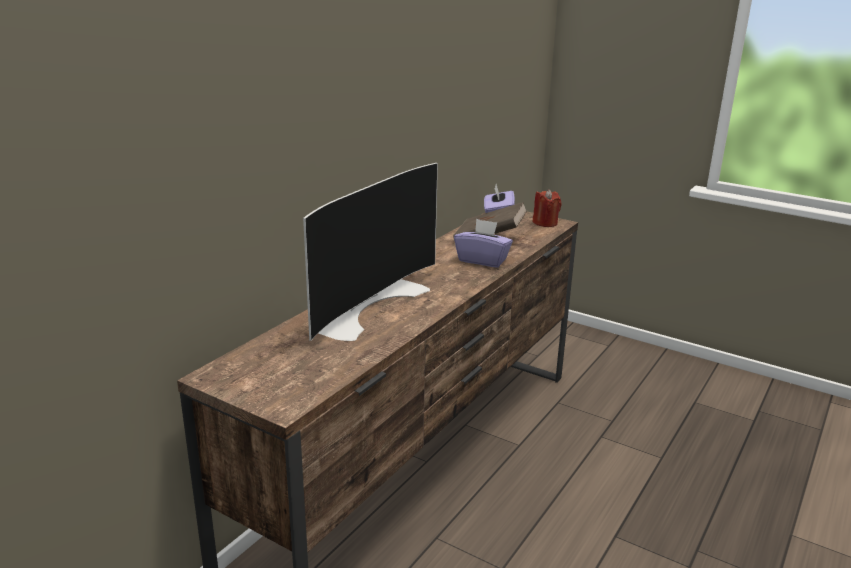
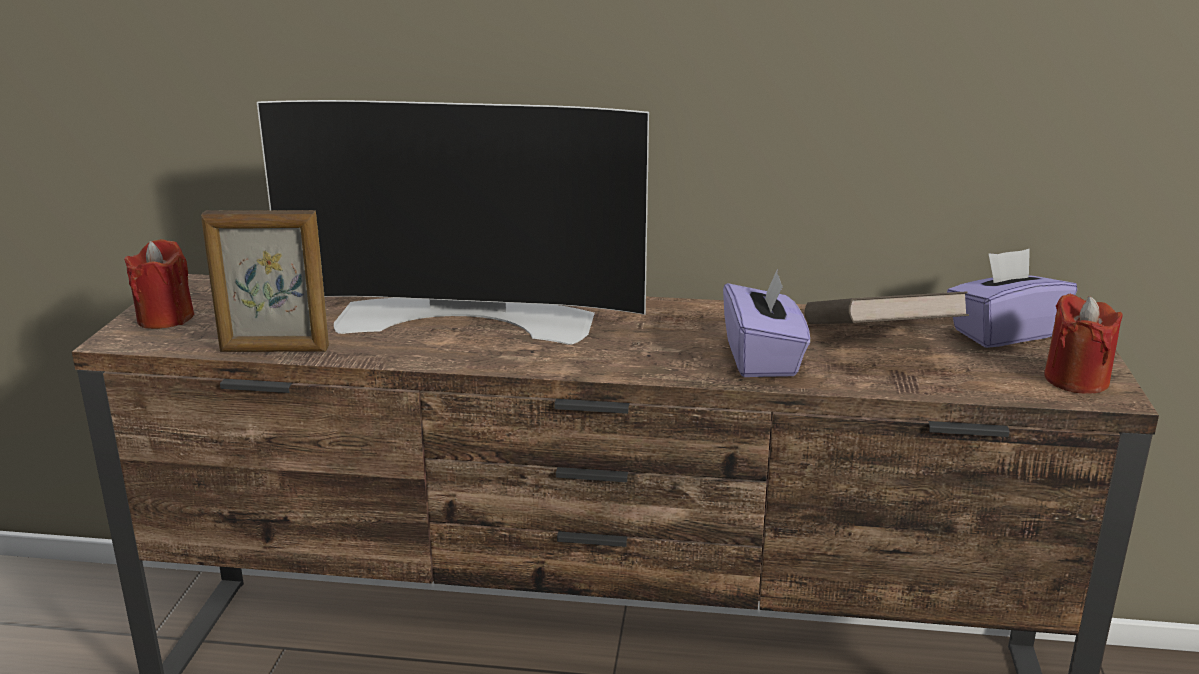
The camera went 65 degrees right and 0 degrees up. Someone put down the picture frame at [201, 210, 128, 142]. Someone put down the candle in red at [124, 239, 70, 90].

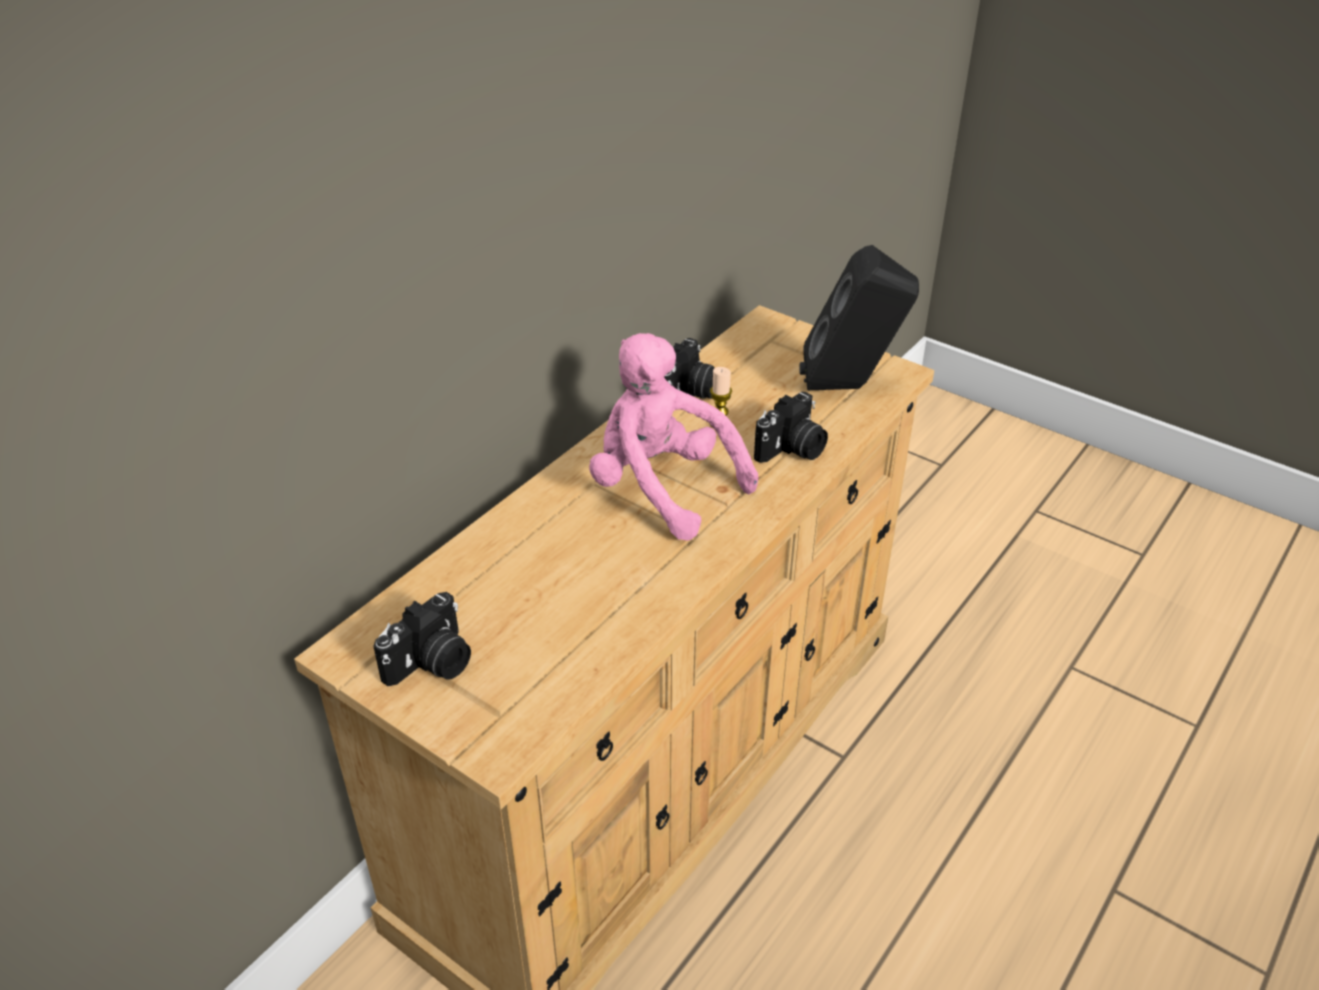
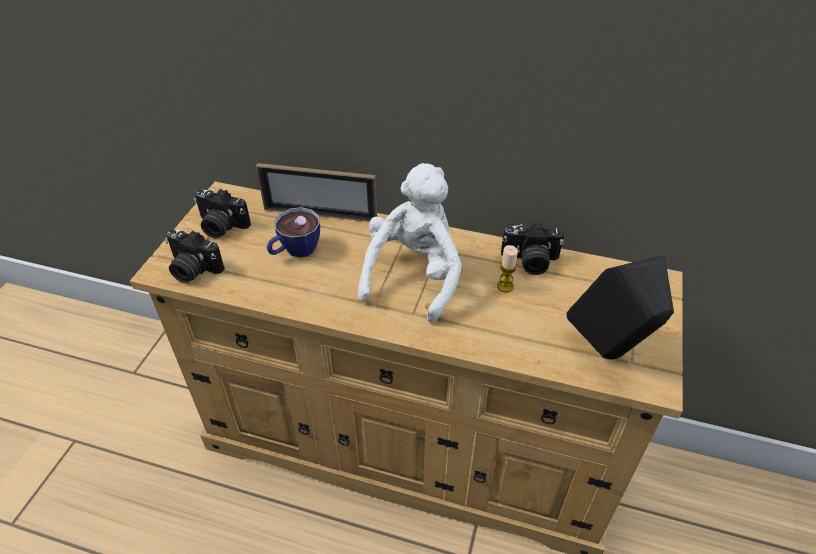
The camera went 70 degrees right and 5 degrees up. Someone repainted the plush toy in pink at [589, 333, 169, 208], which became the plush toy in white at [357, 163, 105, 160]. Someone carried the photo camera from [754, 392, 74, 71] to [165, 229, 60, 54]. Someone put down the picture frame at [256, 163, 121, 59]. Someone put down the cup at [267, 207, 53, 51].

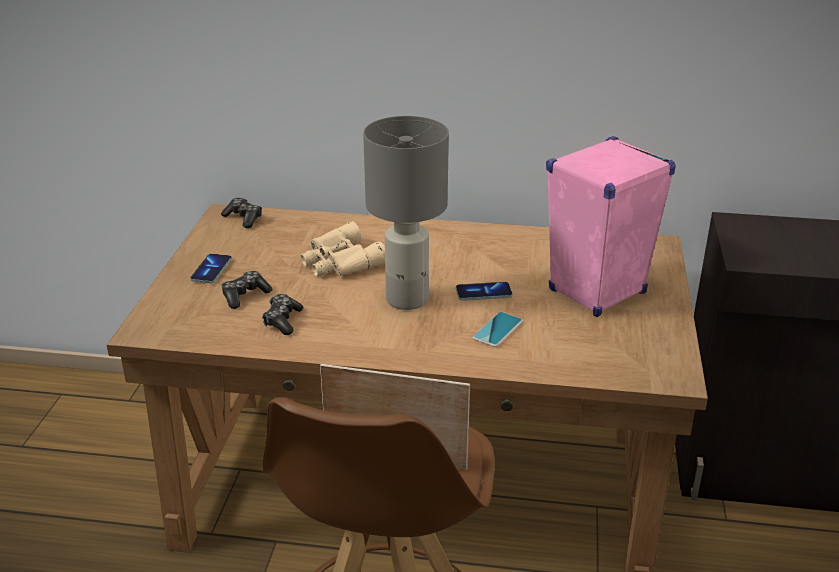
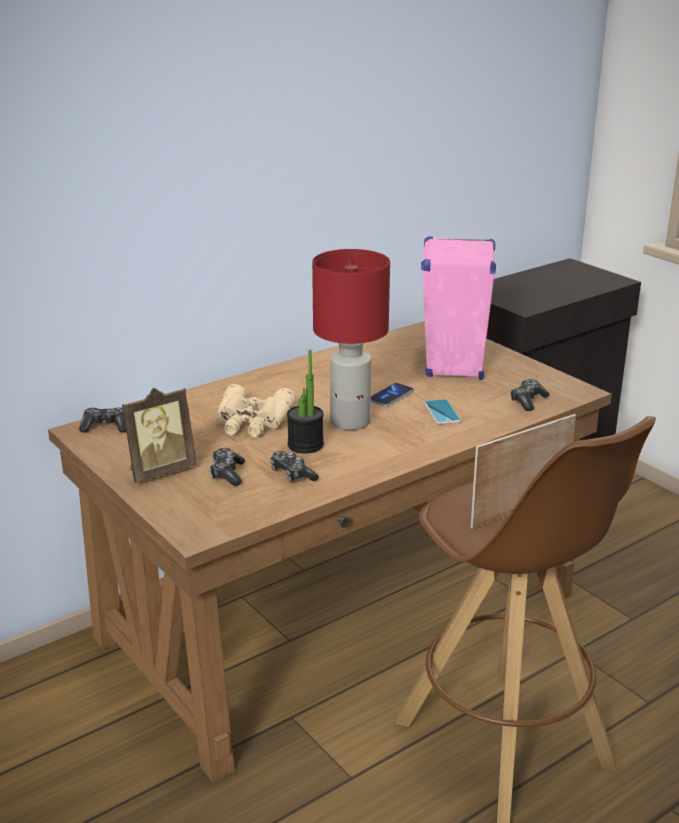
The camera went 45 degrees left and 5 degrees down. Someone repainted the table lamp in grey at [363, 116, 86, 194], which became the table lamp in red at [312, 249, 78, 181]. Someone swapped the phone at [190, 254, 42, 29] for the picture frame at [122, 388, 74, 95]. Someone put down the potted plant at [287, 350, 37, 104]. Someone put down the game controller at [510, 379, 40, 32].

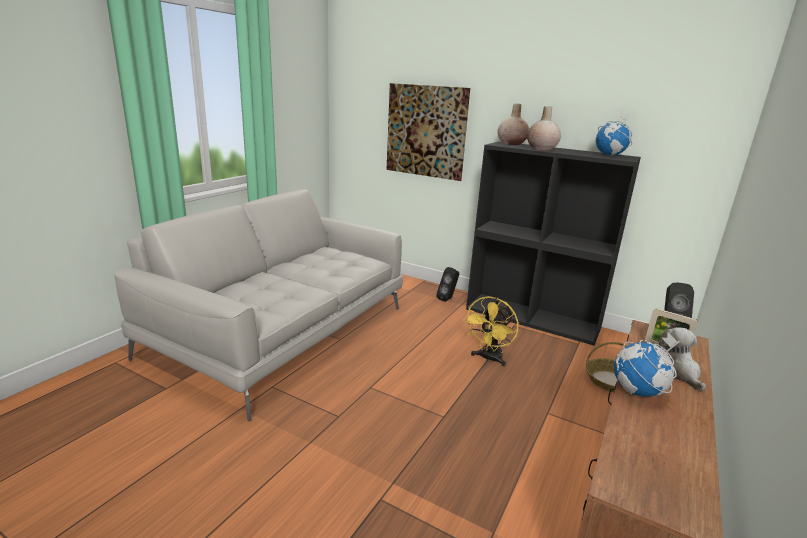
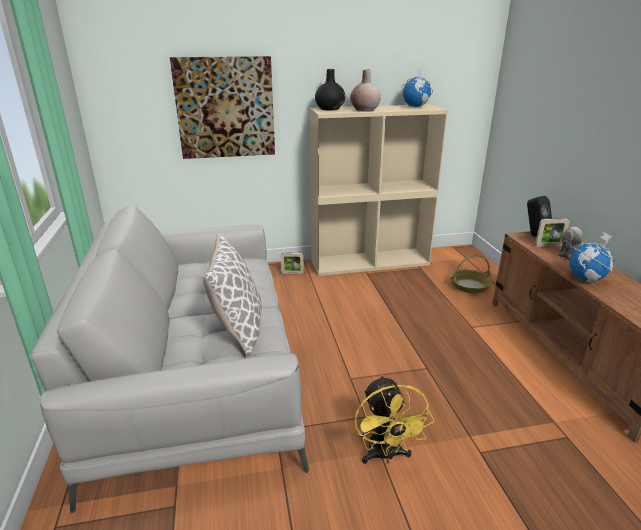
The camera went 40 degrees left and 5 degrees up. Someone repainted the vase in beige at [498, 104, 31, 41], which became the vase in black at [315, 69, 30, 42]. Someone repainted the bookcase in black at [466, 141, 175, 204], which became the bookcase in beige at [310, 104, 138, 172]. Someone swapped the speaker in black at [436, 267, 23, 35] for the picture frame at [281, 253, 23, 21]. Someone carried the fan in yellow from [463, 296, 56, 71] to [354, 375, 80, 89]. Someone put down the pillow at [203, 234, 59, 122].

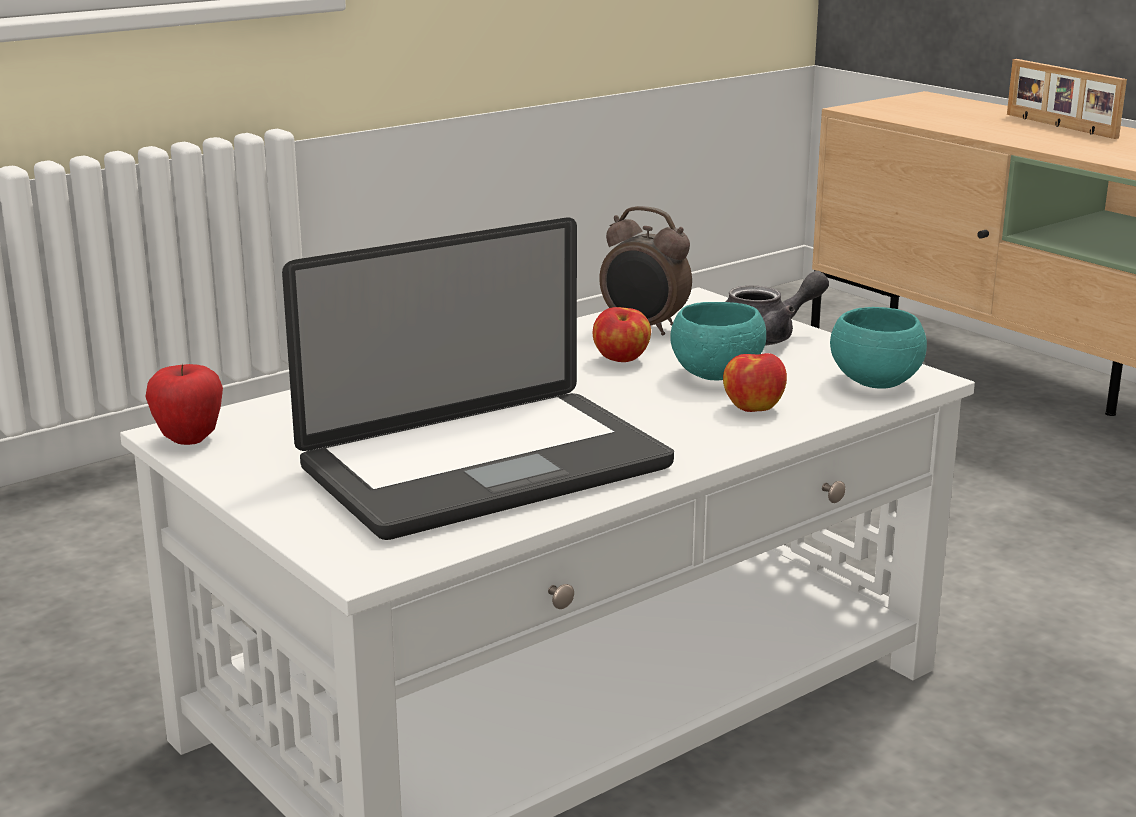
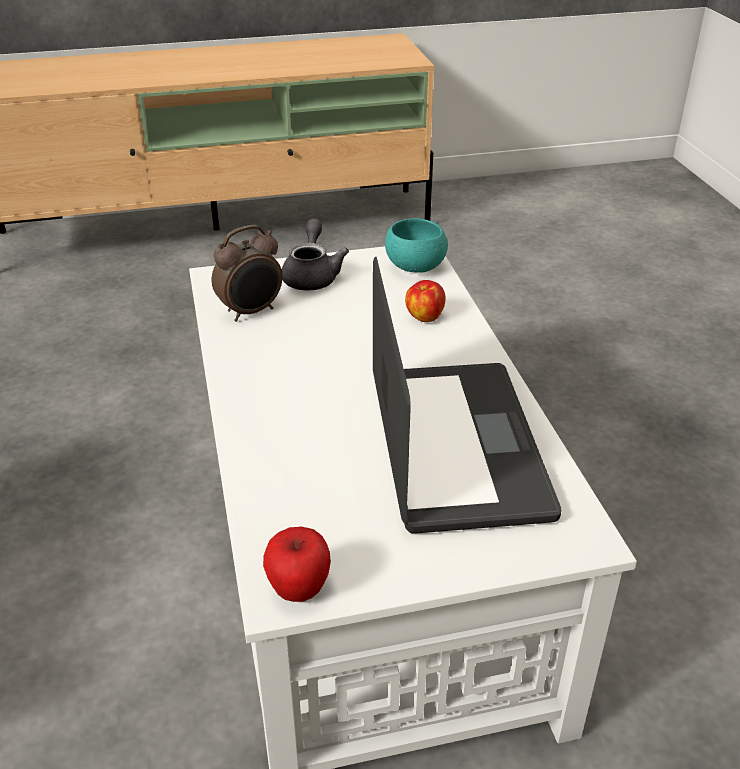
The camera went 65 degrees left and 15 degrees up. Someone took away the picture frame at [1007, 59, 120, 80]. Someone took away the bowl in turquoise at [670, 302, 96, 78]. Someone took away the apple at [593, 307, 58, 55].

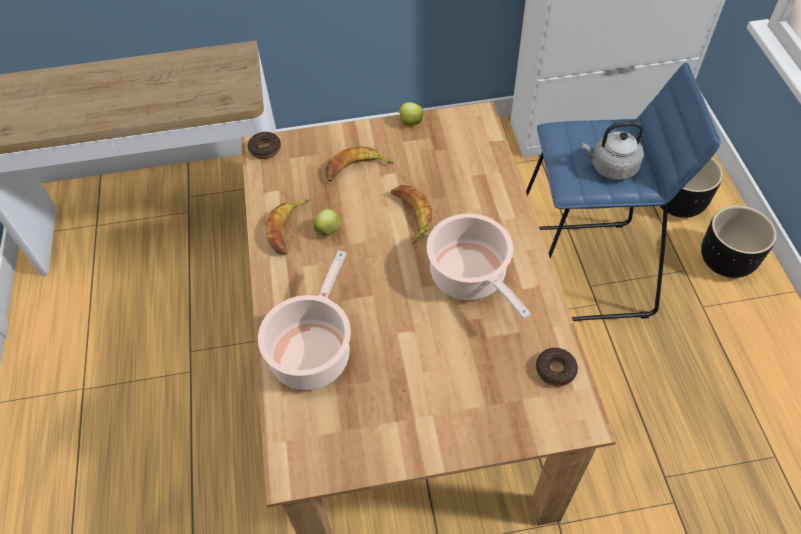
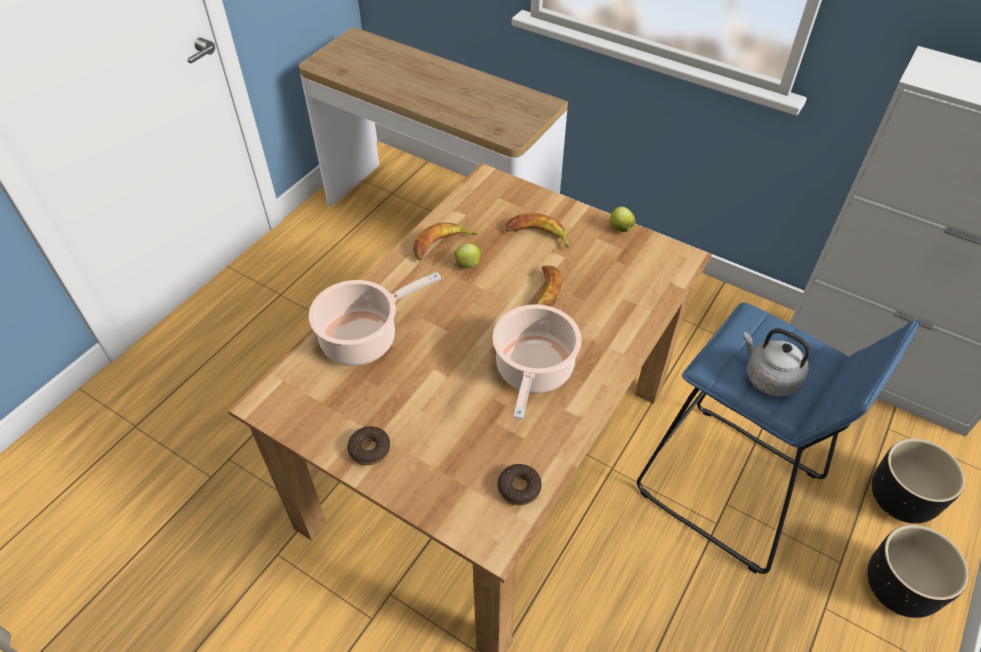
The camera went 40 degrees right and 5 degrees down. Someone carried the donut from [248, 132, 33, 27] to [347, 426, 43, 39].

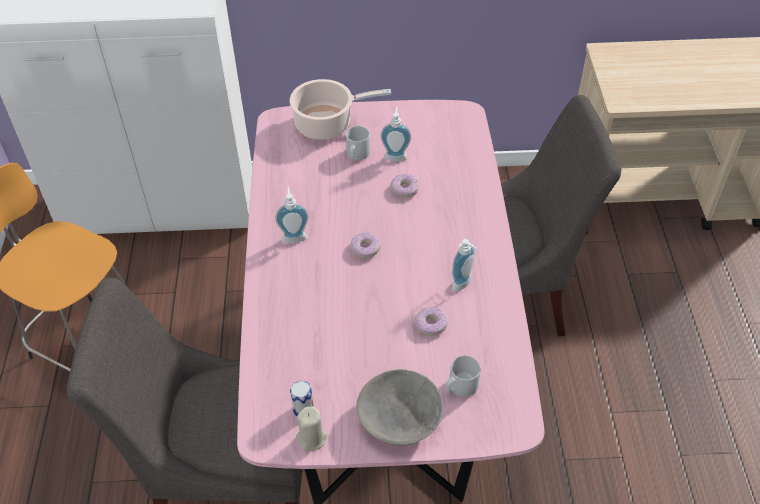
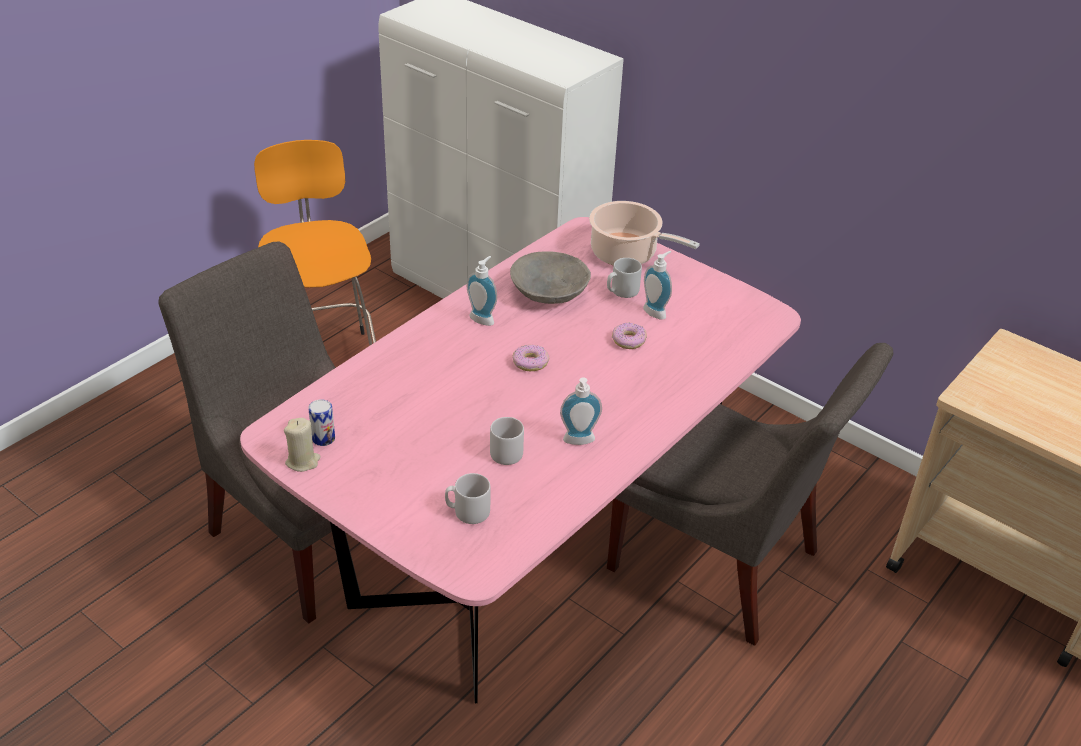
The camera went 40 degrees right and 10 degrees down. Someone swapped the donut at [415, 307, 33, 29] for the mug in grey at [490, 417, 34, 48]. Someone carried the bowl in grey from [356, 369, 87, 77] to [510, 251, 81, 53].

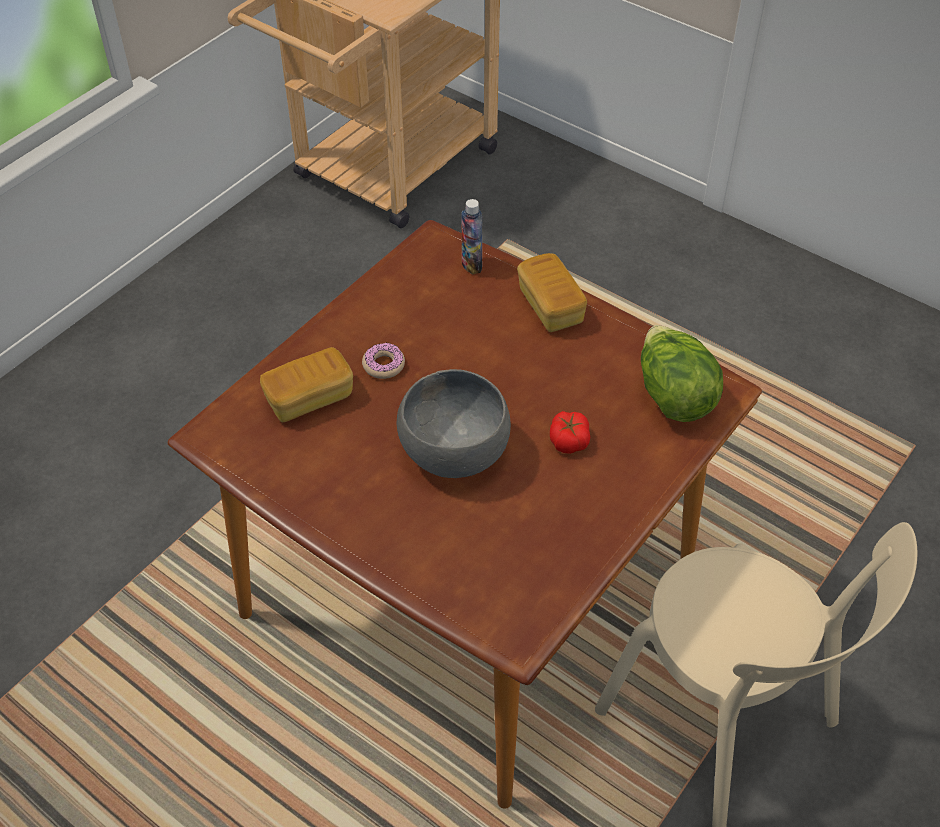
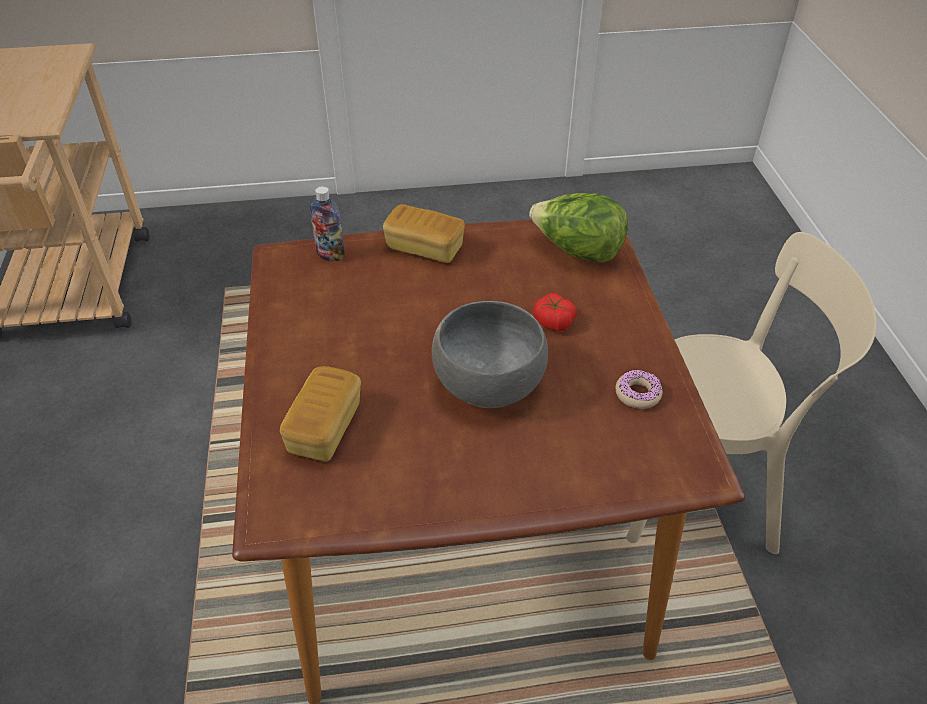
The camera went 45 degrees left and 5 degrees down. Someone carried the donut from [362, 343, 43, 36] to [615, 370, 48, 39].

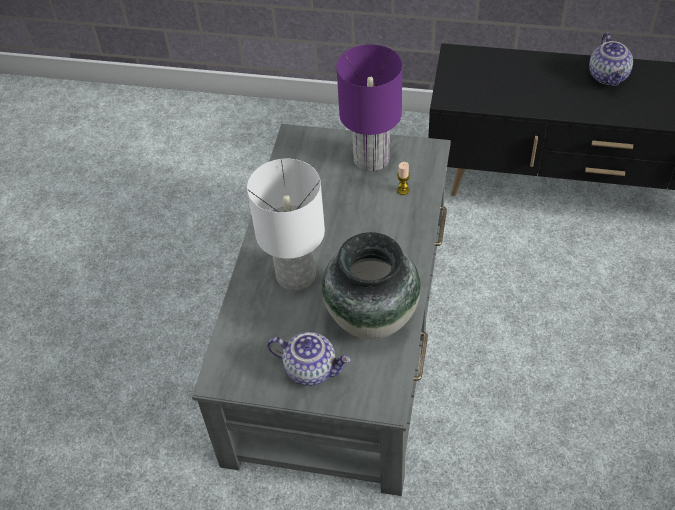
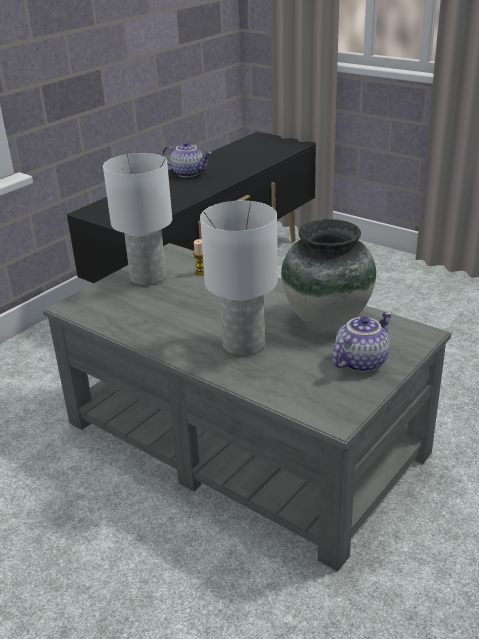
The camera went 65 degrees left and 20 degrees down. Someone repainted the table lamp in purple at [337, 44, 65, 128], which became the table lamp in white at [103, 153, 69, 133].

